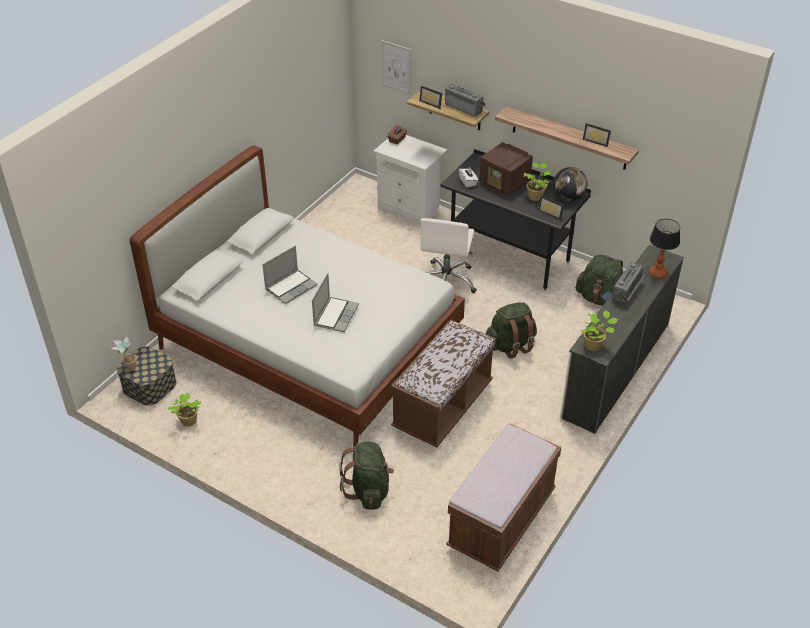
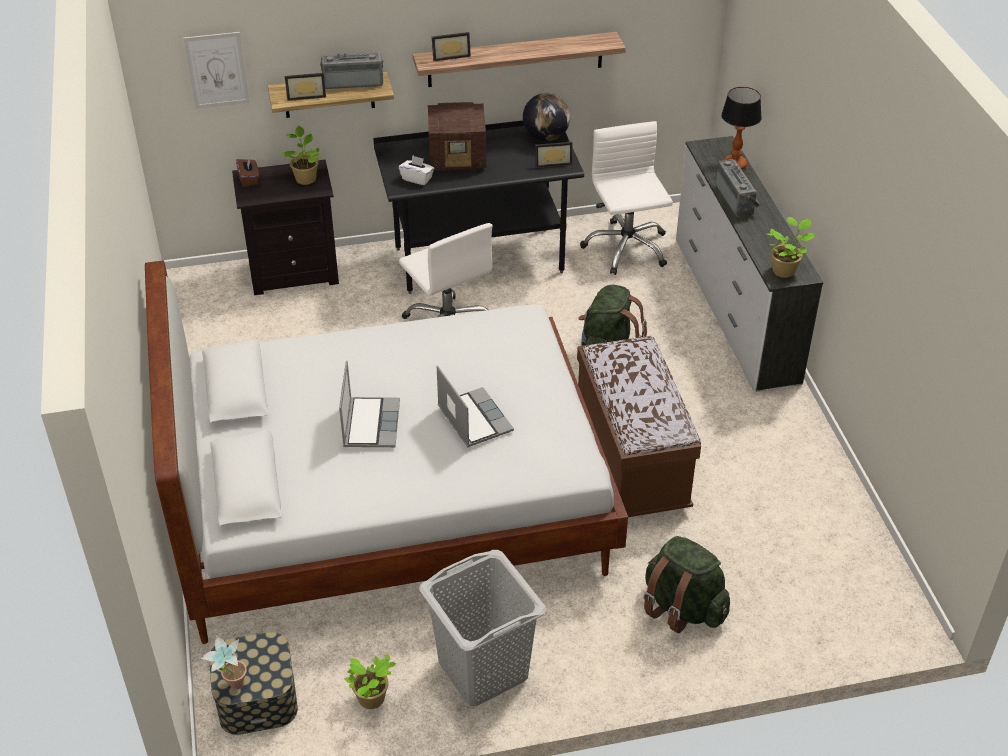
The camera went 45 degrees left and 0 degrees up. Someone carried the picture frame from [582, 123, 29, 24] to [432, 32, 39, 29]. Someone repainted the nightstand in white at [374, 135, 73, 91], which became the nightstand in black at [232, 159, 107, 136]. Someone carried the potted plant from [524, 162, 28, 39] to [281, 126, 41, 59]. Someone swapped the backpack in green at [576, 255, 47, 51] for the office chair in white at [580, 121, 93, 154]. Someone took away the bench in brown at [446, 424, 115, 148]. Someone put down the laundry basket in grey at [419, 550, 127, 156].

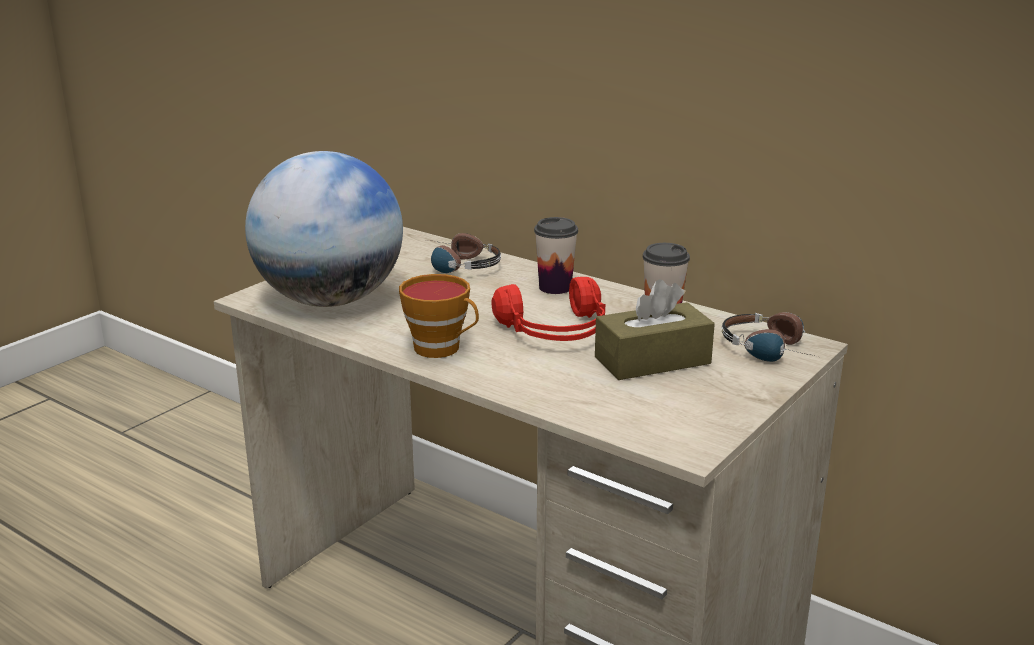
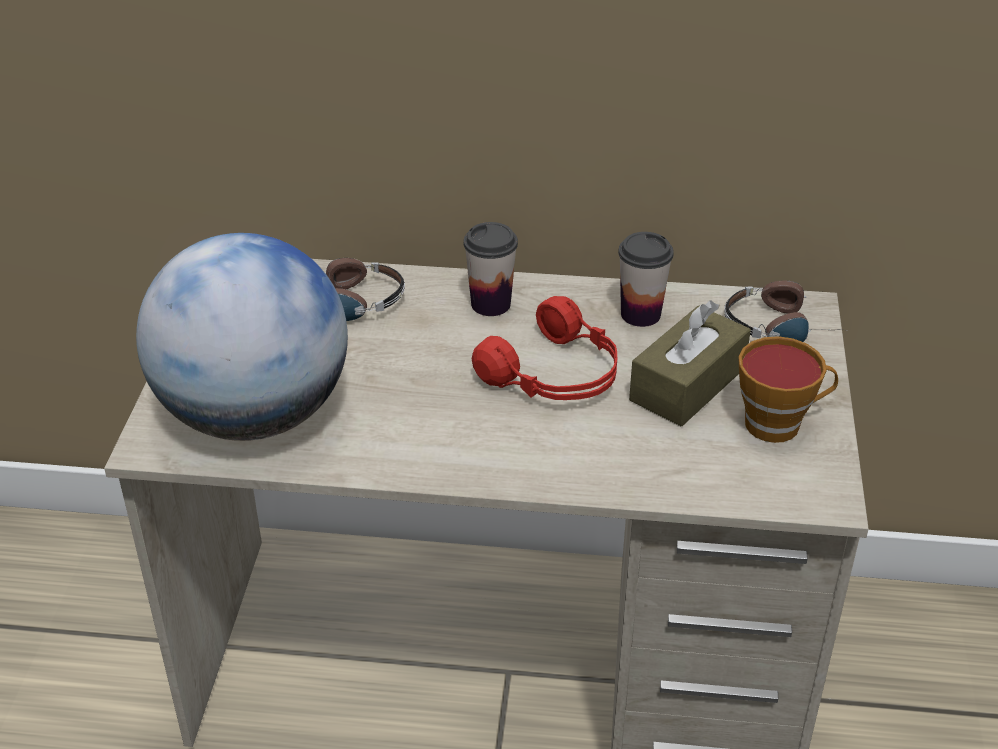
The camera went 30 degrees left and 15 degrees up. Someone carried the cup from [399, 274, 80, 84] to [738, 336, 100, 107].

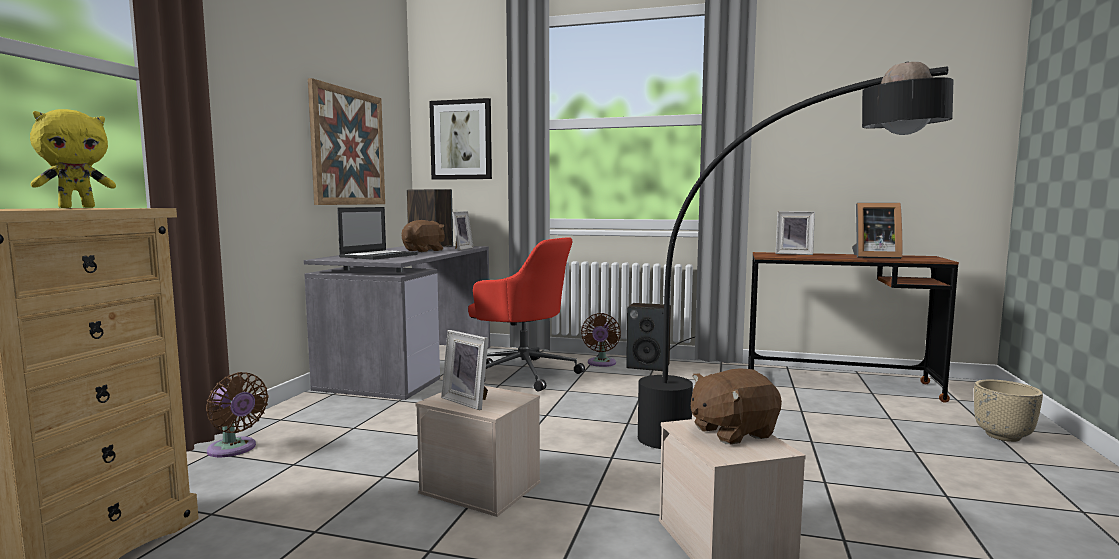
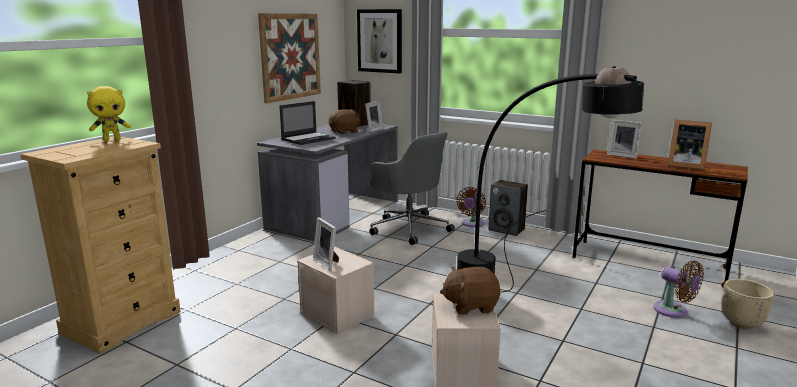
The camera went 15 degrees right and 10 degrees up. Someone repainted the office chair in red at [468, 237, 117, 155], which became the office chair in grey at [370, 132, 85, 113]. Someone carried the fan in brown from [206, 372, 63, 85] to [653, 261, 51, 57].

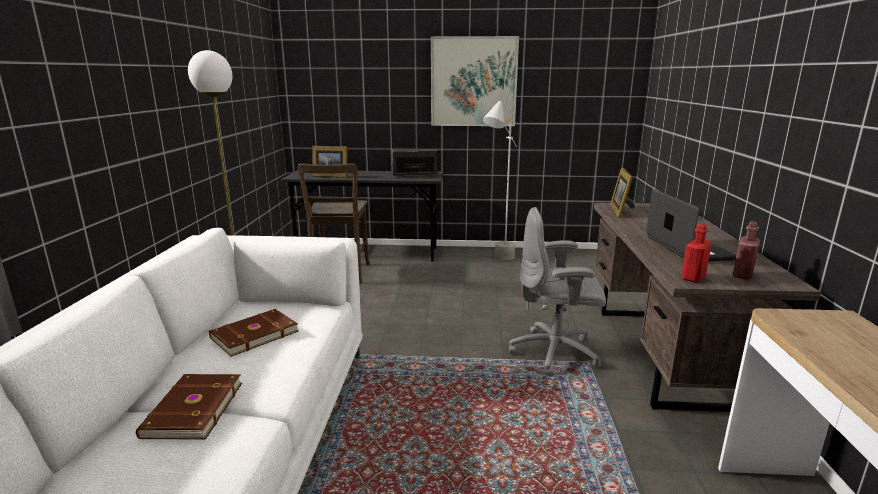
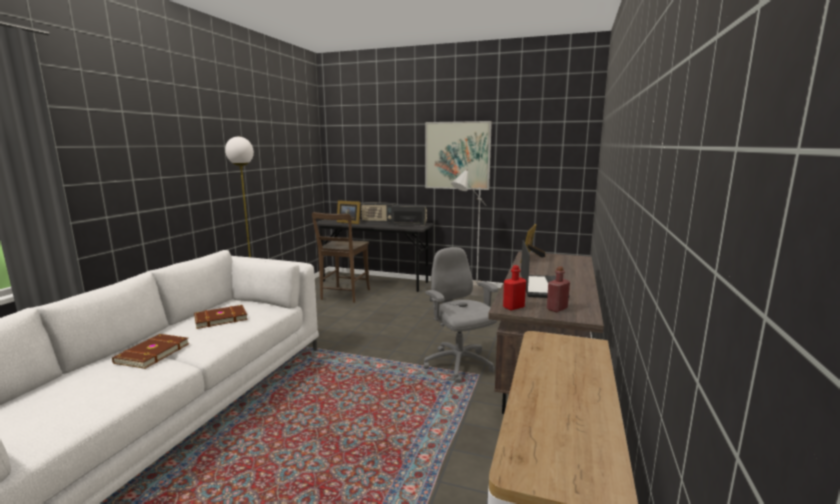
The camera went 15 degrees right and 5 degrees down. Someone rotated the office chair in grey at [509, 207, 97, 170] by 45 degrees clockwise. Someone put down the radio at [361, 202, 35, 20].

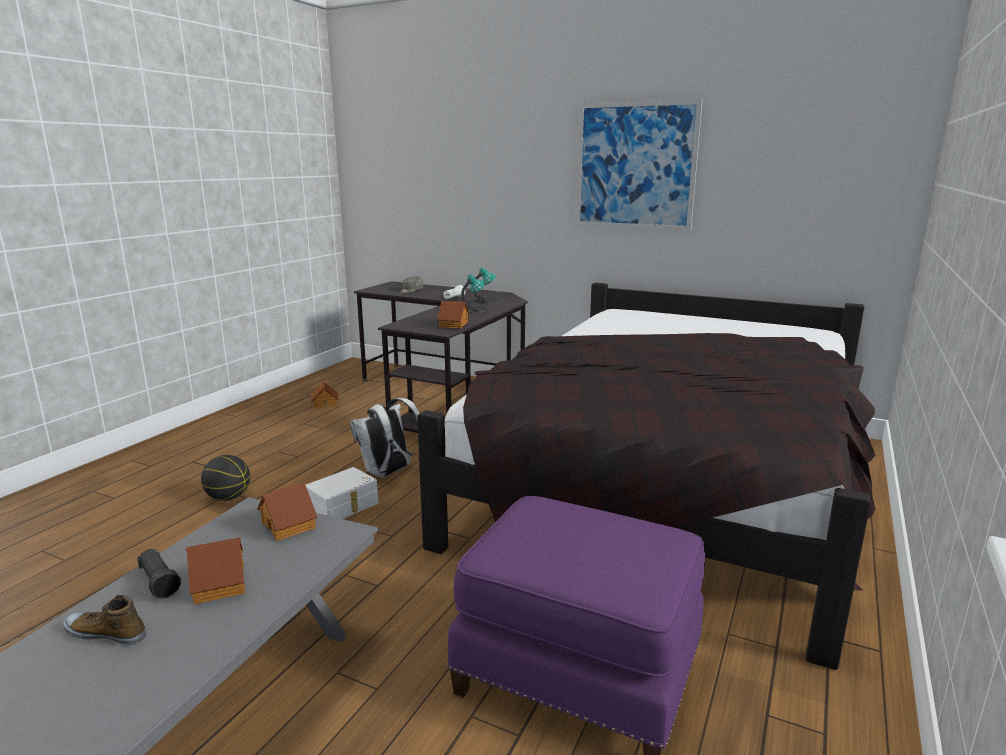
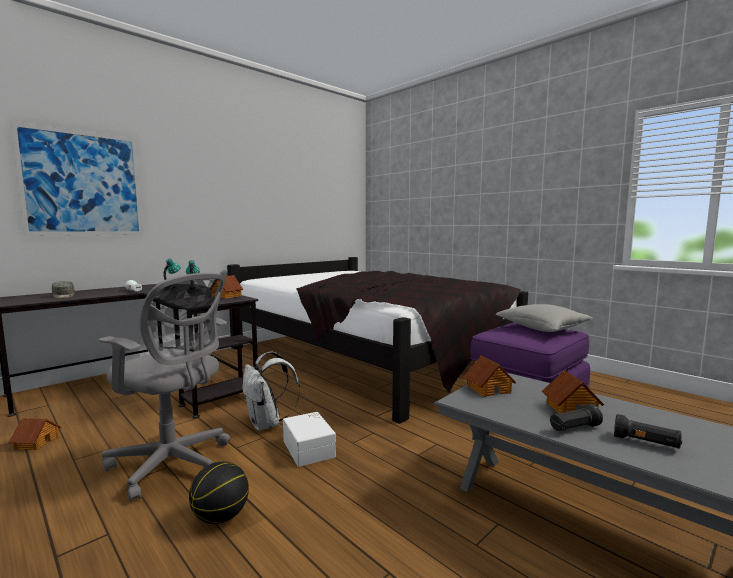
The camera went 70 degrees left and 10 degrees down. Someone carried the picture from [576, 99, 127, 132] to [11, 122, 132, 114]. Someone swapped the shoe at [63, 595, 83, 50] for the flashlight in black at [614, 414, 68, 35]. Someone put down the office chair in grey at [99, 273, 131, 229]. Someone put down the pillow in grey at [496, 304, 97, 28].

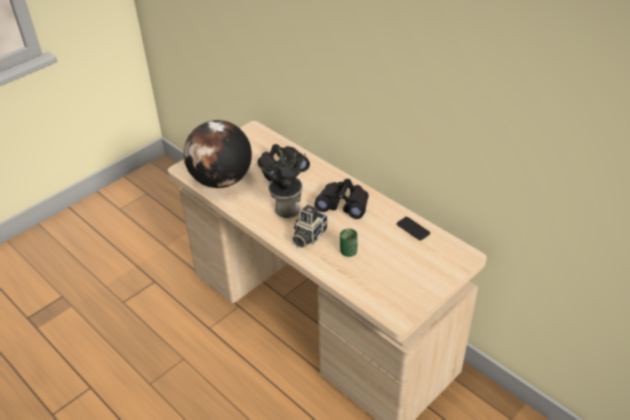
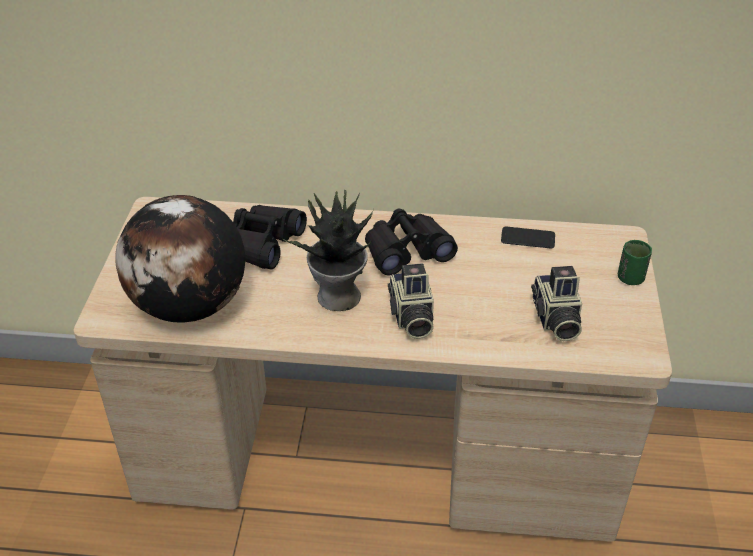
The camera went 40 degrees left and 0 degrees up. Someone carried the cup in green from [340, 229, 17, 28] to [618, 240, 34, 45]. Someone put down the photo camera at [531, 266, 51, 75].

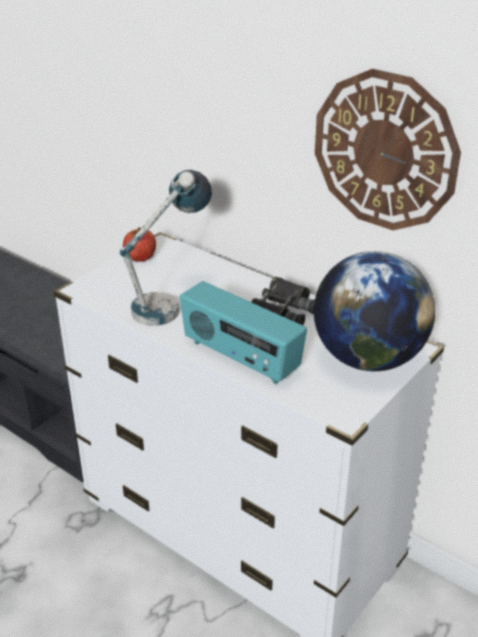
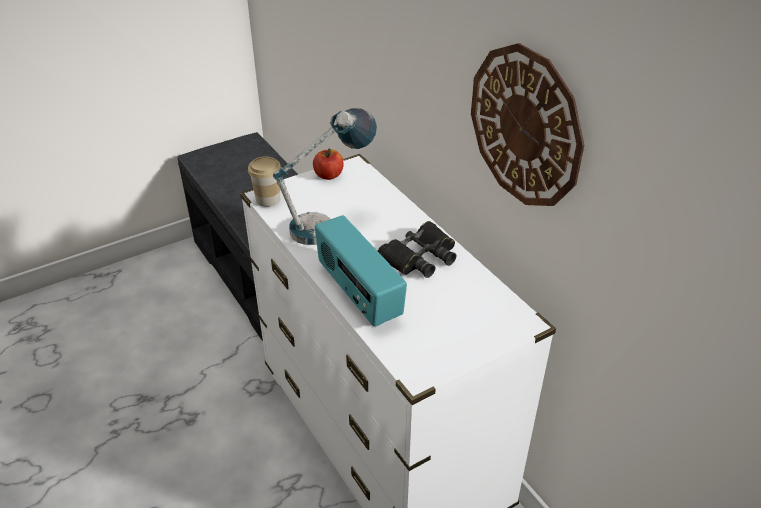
The camera went 20 degrees right and 5 degrees up. Someone took away the globe at [314, 251, 121, 120]. Someone put down the cup at [248, 156, 33, 51].

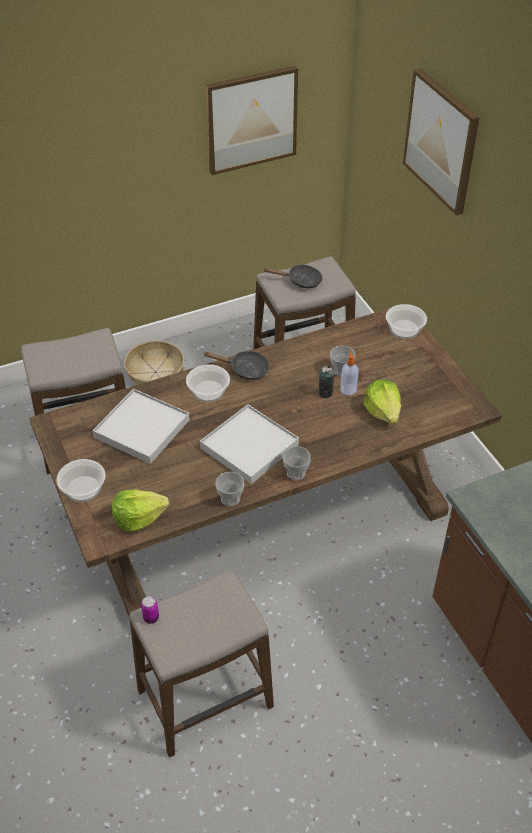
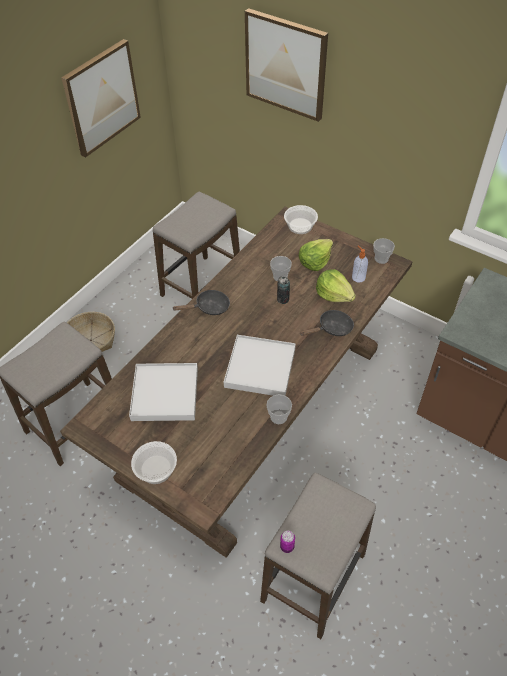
The camera went 30 degrees left and 5 degrees up. Someone carried the frying pan in black from [263, 265, 59, 23] to [300, 310, 54, 26]. Someone carried the soap dispenser from [340, 350, 19, 45] to [352, 246, 16, 36]. Someone took away the bowl at [186, 364, 44, 39]. Someone carried the cup from [283, 446, 28, 34] to [373, 238, 22, 26]. Someone carried the lettuce from [111, 490, 59, 42] to [299, 239, 34, 32].

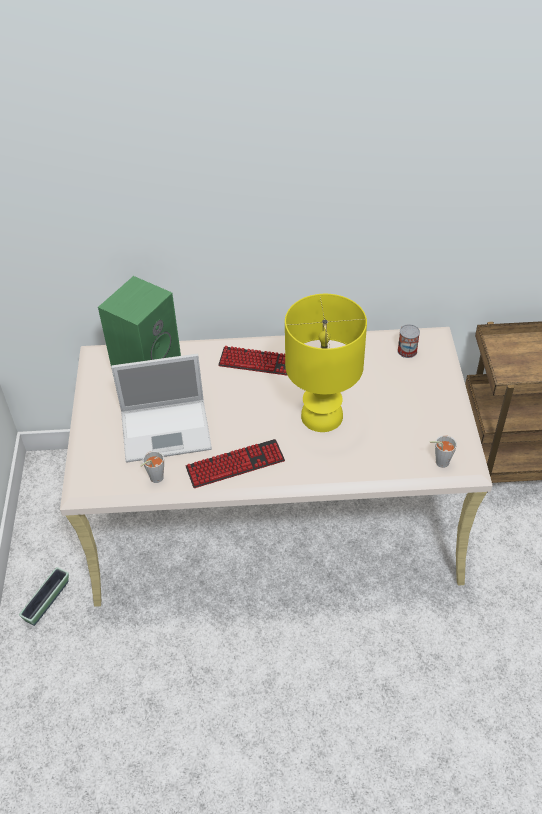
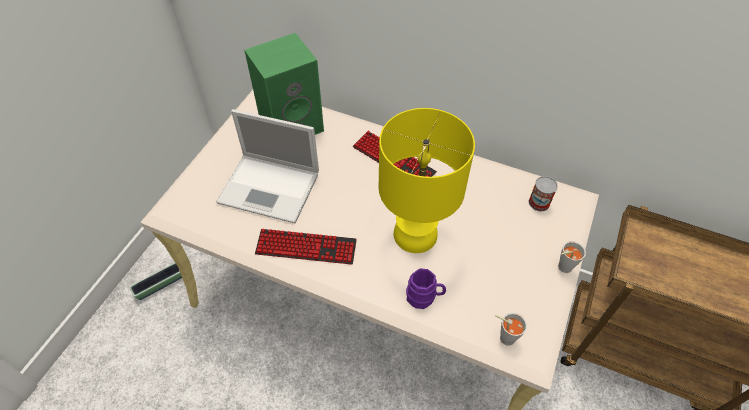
The camera went 25 degrees right and 5 degrees up. Someone carried the cup in grey from [140, 451, 24, 32] to [558, 241, 28, 32]. Someone put down the mug in purple at [406, 268, 40, 41].

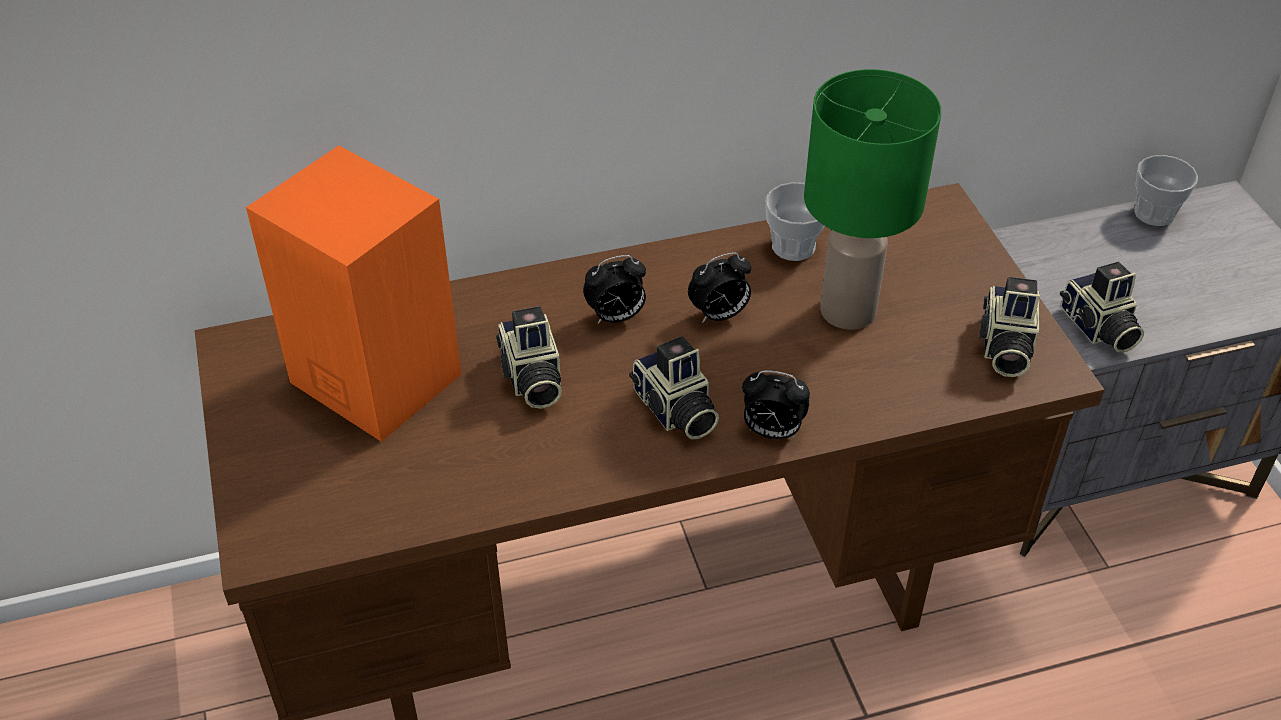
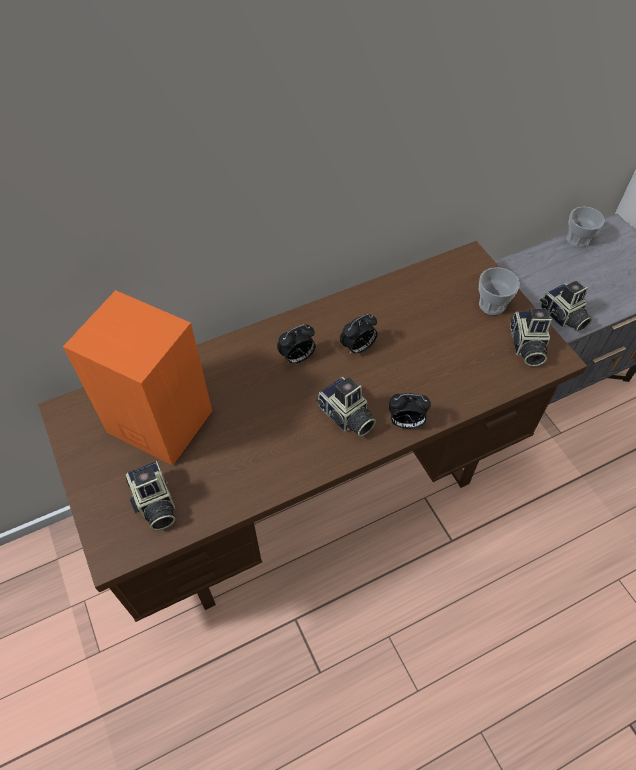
The camera went 10 degrees left and 10 degrees up. Someone took away the table lamp in green at [804, 69, 137, 261]. Someone carried the cup from [765, 182, 60, 79] to [479, 267, 41, 48]. Someone carried the photo camera from [496, 306, 66, 103] to [126, 461, 49, 70].

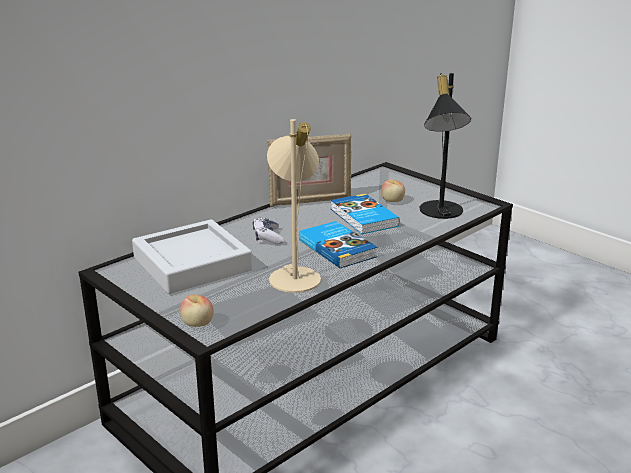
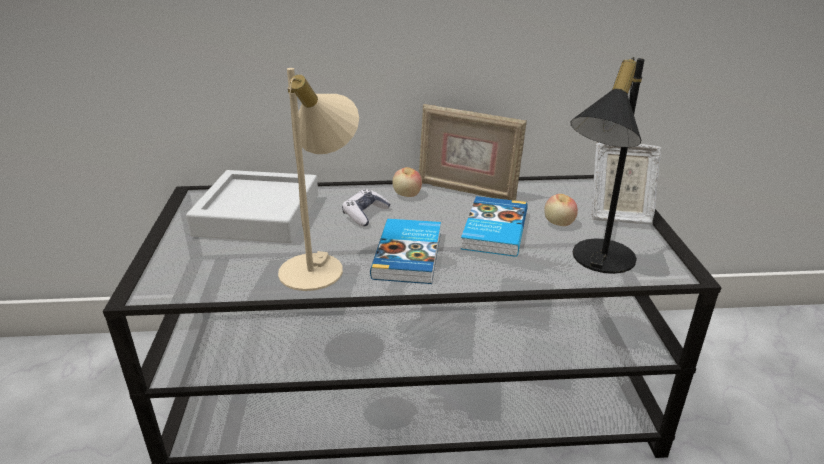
The camera went 40 degrees right and 5 degrees up. Someone carried the apple from [180, 295, 34, 32] to [393, 167, 29, 30]. Someone put down the picture frame at [591, 142, 70, 83].

